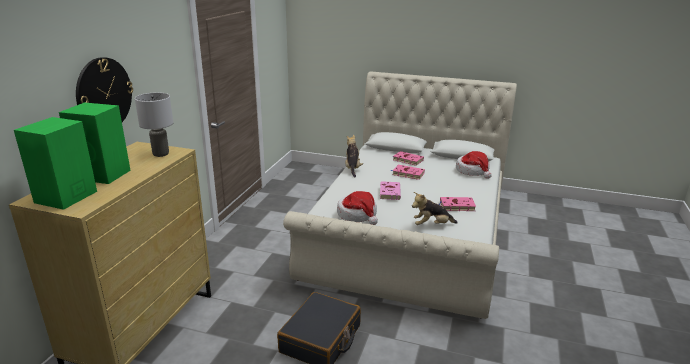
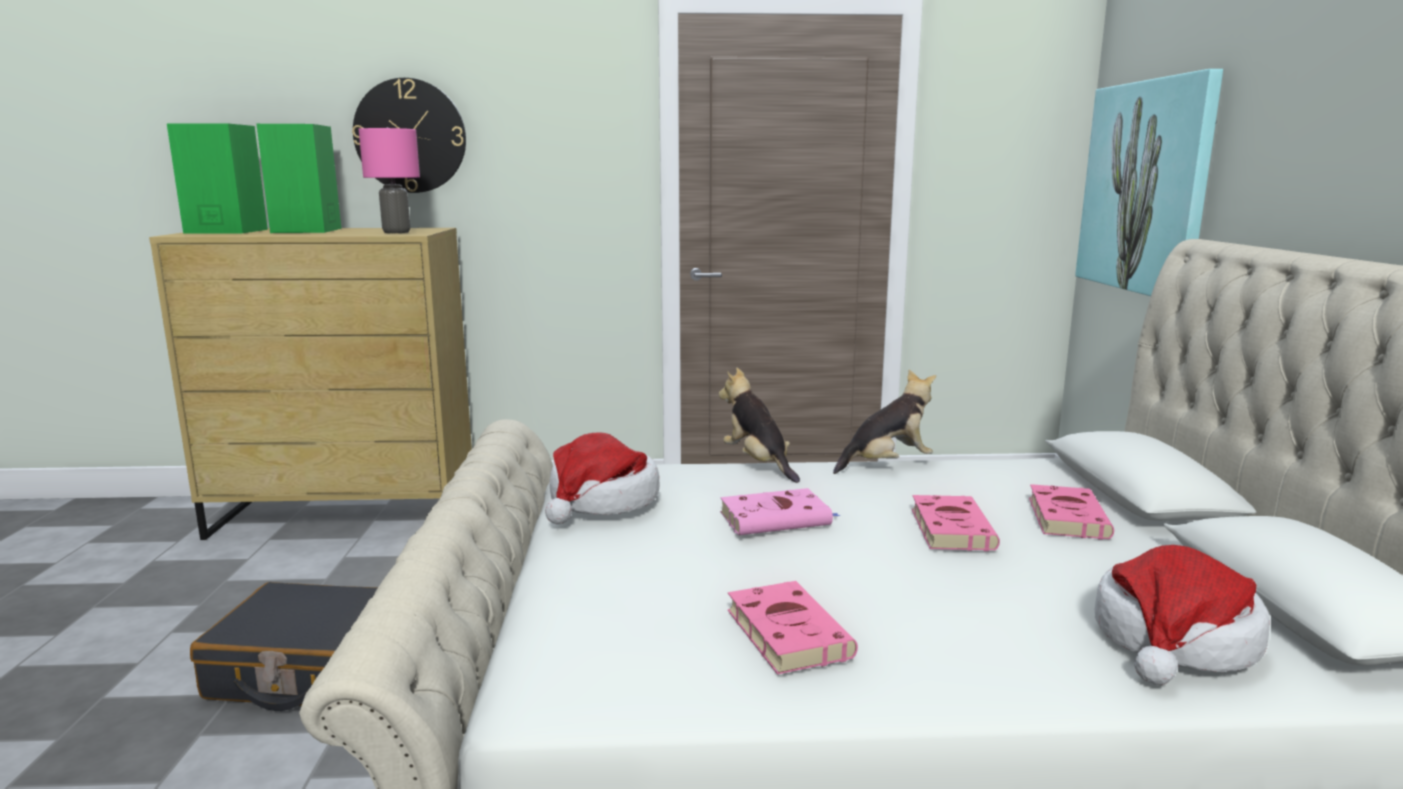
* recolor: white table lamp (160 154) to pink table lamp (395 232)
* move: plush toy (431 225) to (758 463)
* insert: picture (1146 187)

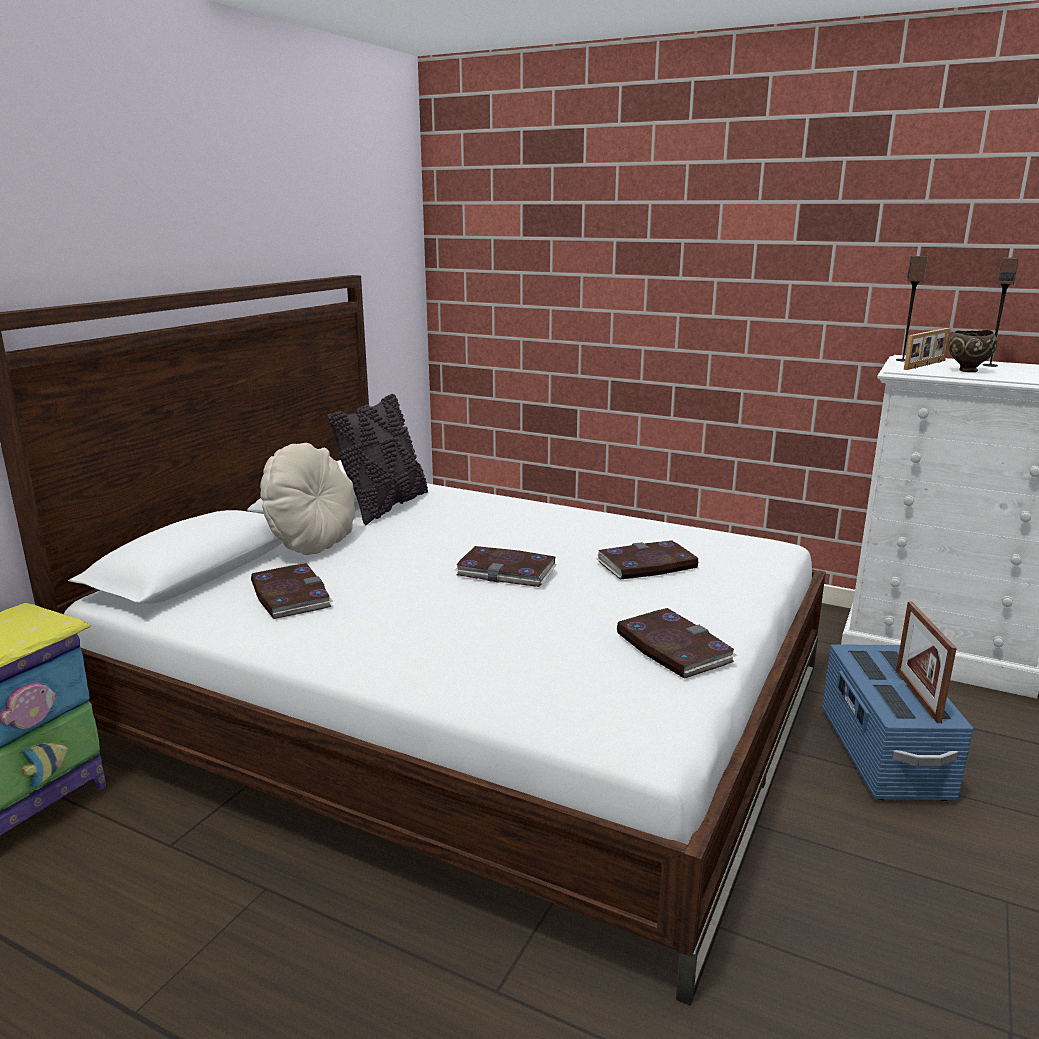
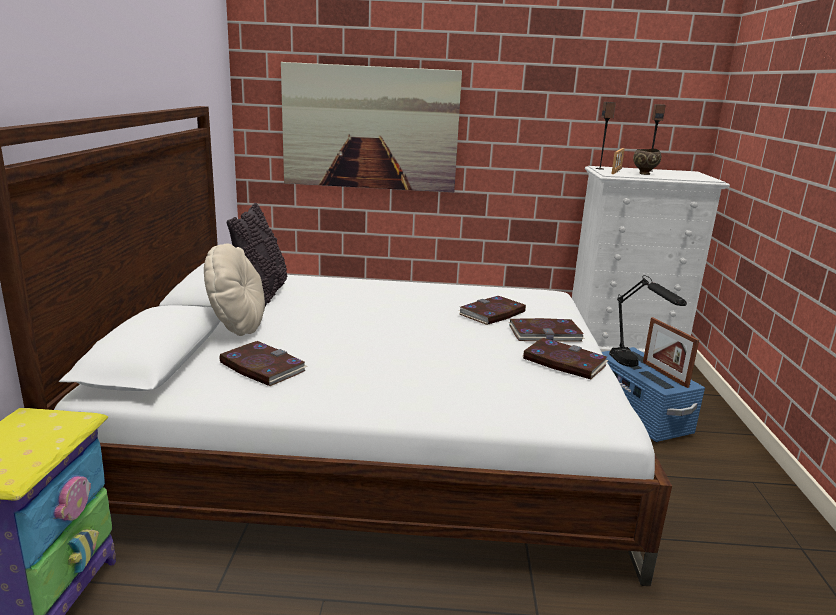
* insert: picture (370 128)
* move: book (506 571) to (545 333)
* insert: black table lamp (635 369)

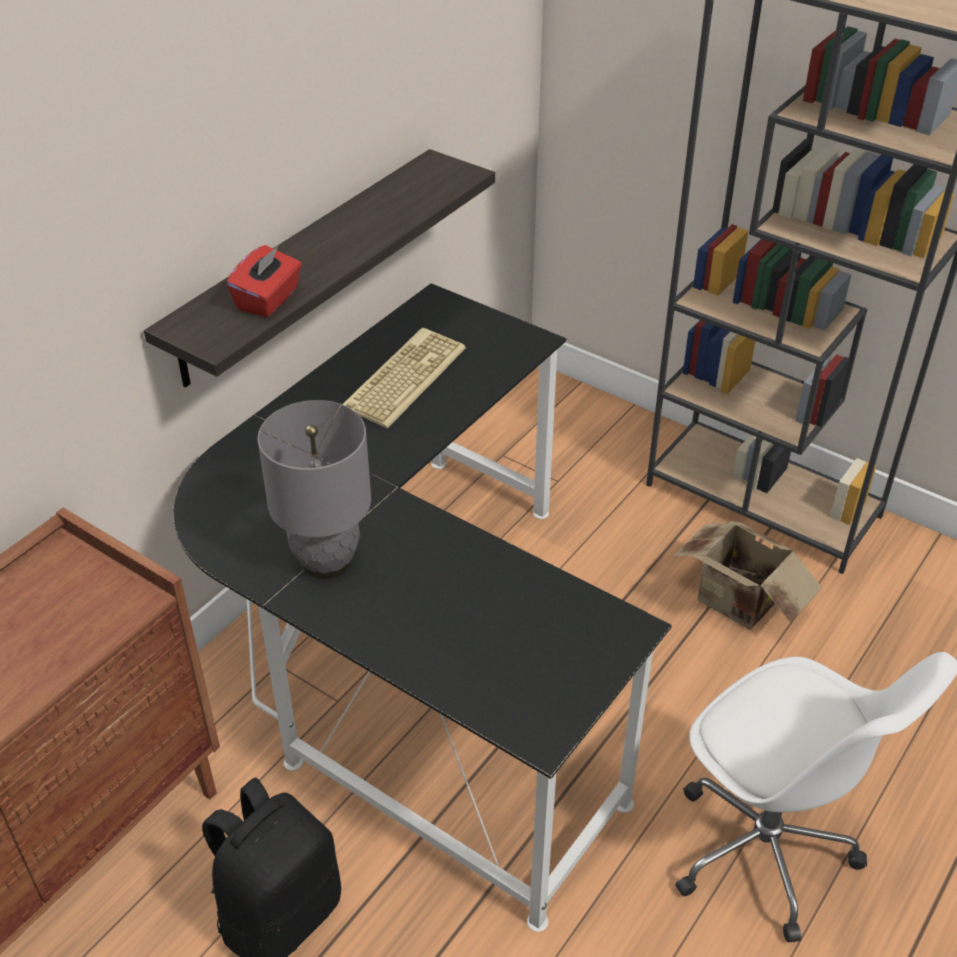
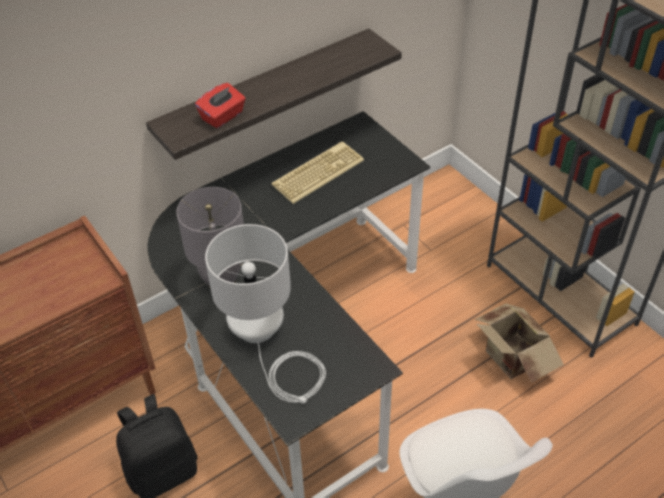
* insert: white table lamp (271 347)

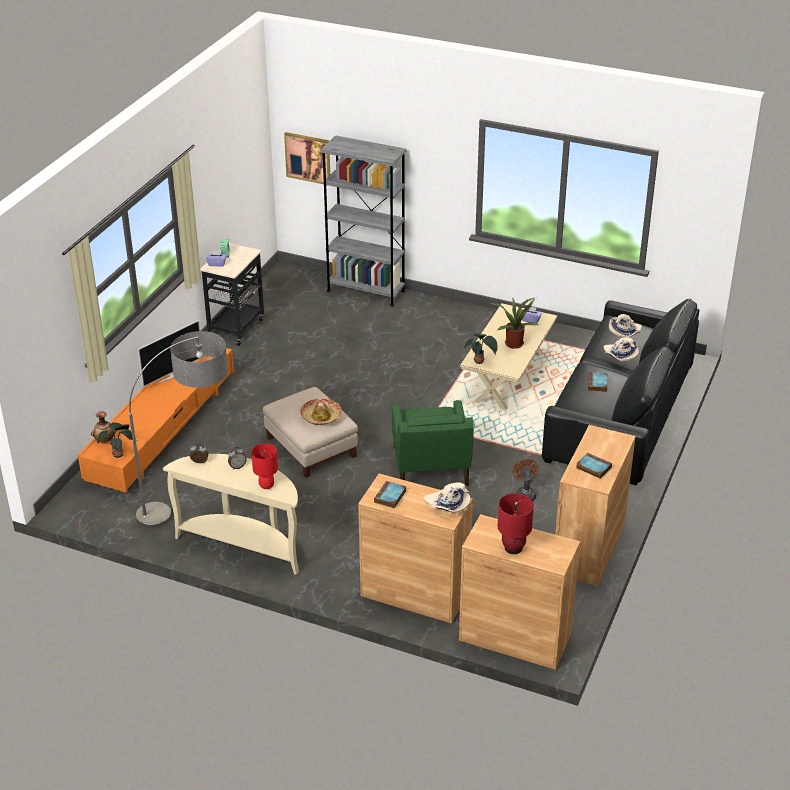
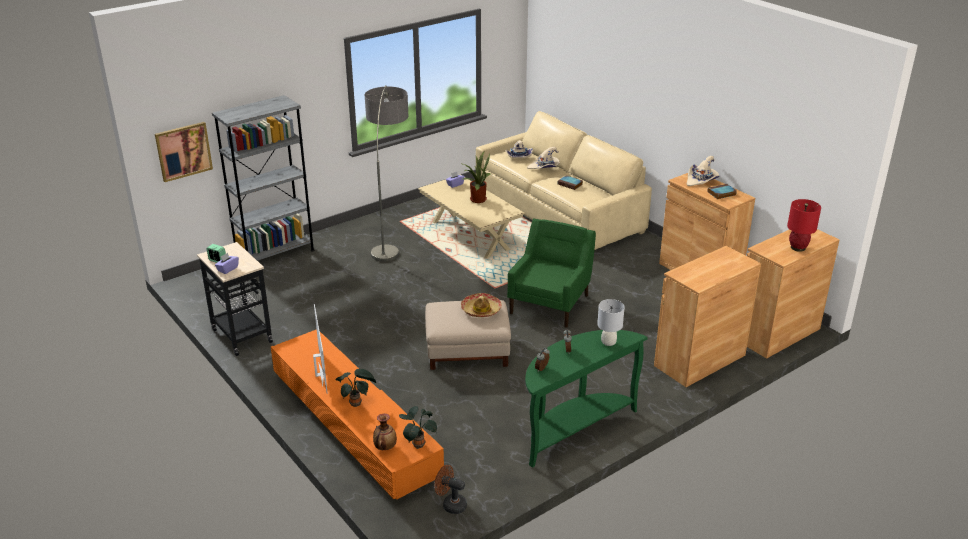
* move: potted plant (480 362) to (357 403)
* move: floor lamp (194 504) to (390 237)
* move: brown fan (525 493) to (451 504)
* recolor: black sofa (620 413) to beige sofa (558 211)
* rotate: green armchair (430 468) = (550 304) 90 degrees counterclockwise
* recolor: beige console table (243 545) to green console table (573 429)
* recolor: red table lamp (266 486) to grey table lamp (609 343)
* move: beige hat (448 505) to (701 180)
* delete: book (390 497)

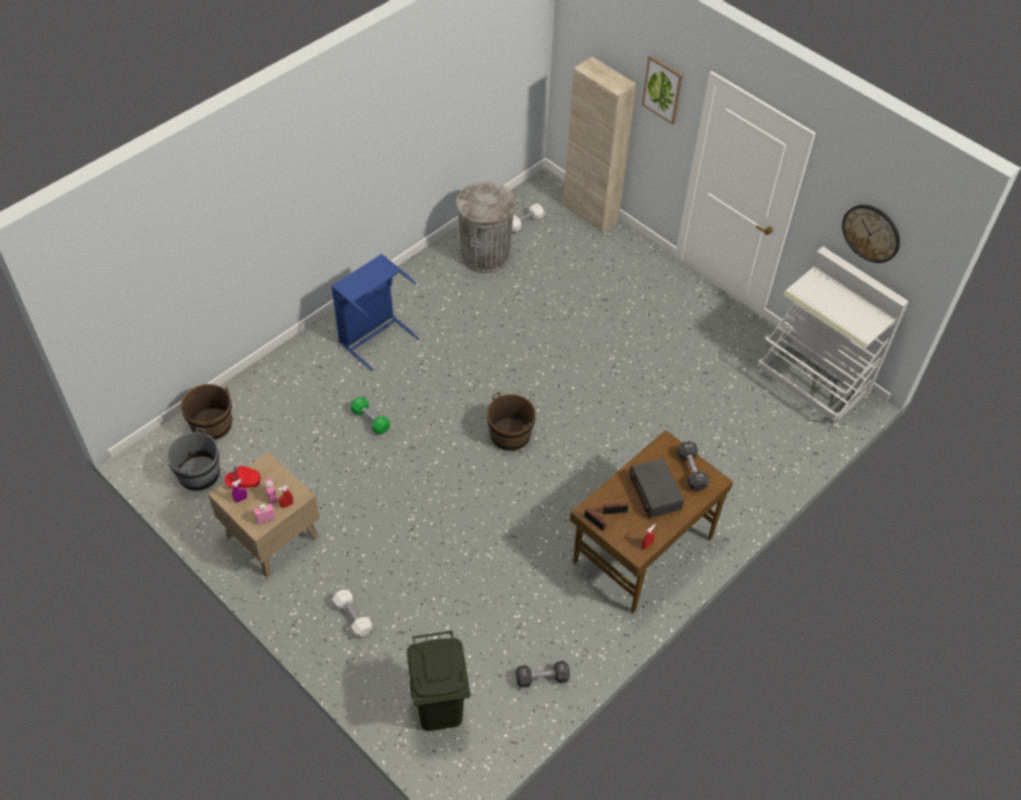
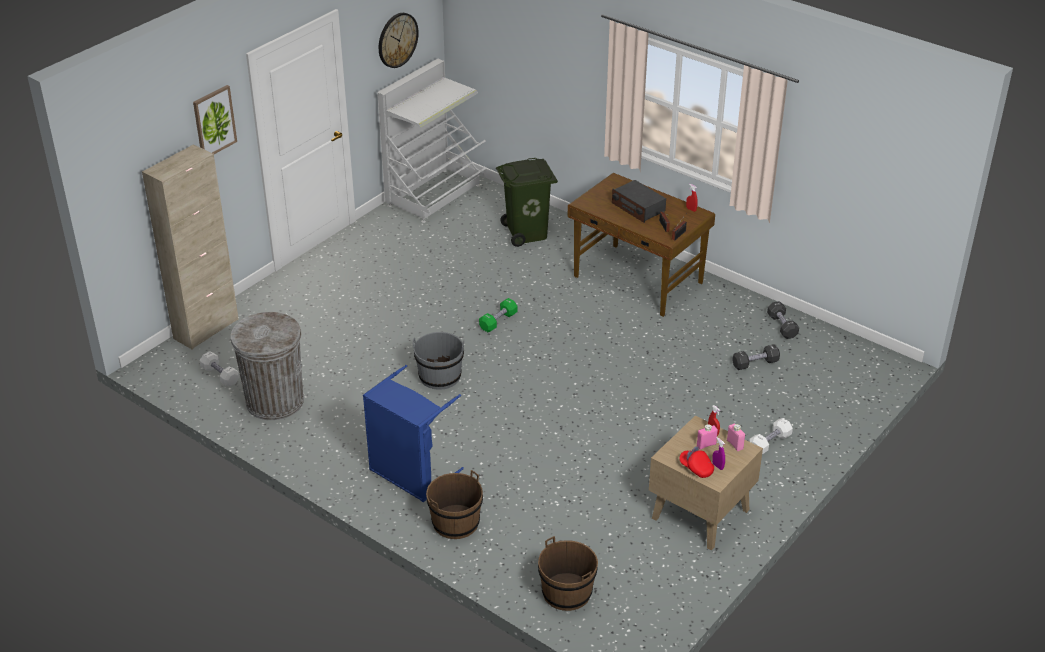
* move: grey bucket (199 474) to (440 376)
* move: brown bucket (510 435) to (456 523)
* move: green dumbbell (370 420) to (498 321)
* move: green trash can (438 707) to (527 233)
* rotate: radio (654 493) = (638 207) 75 degrees clockwise
* rotate: red cap (243 482) = (696 468) 150 degrees clockwise
* move: black dumbbell (691 471) to (755 363)

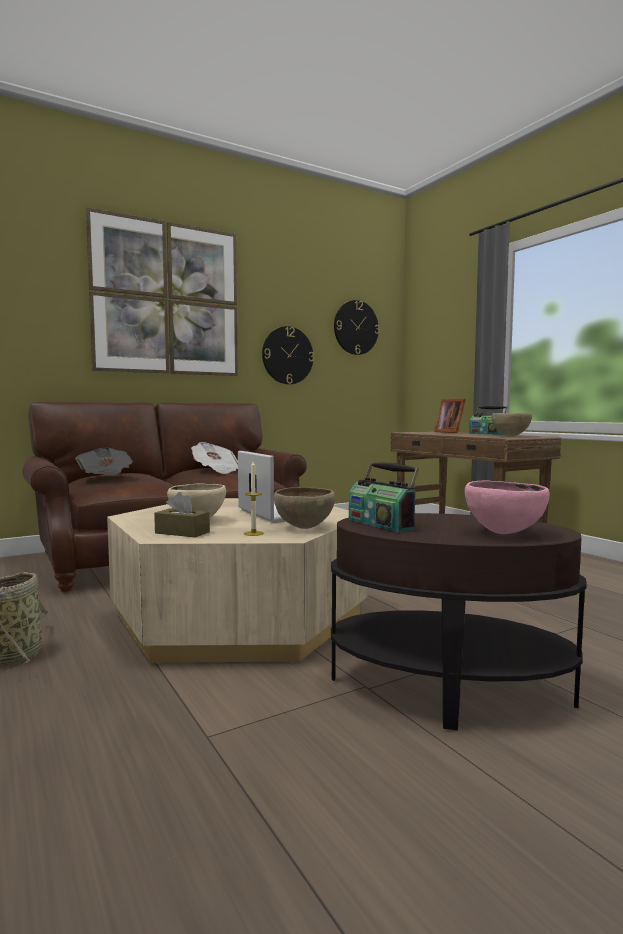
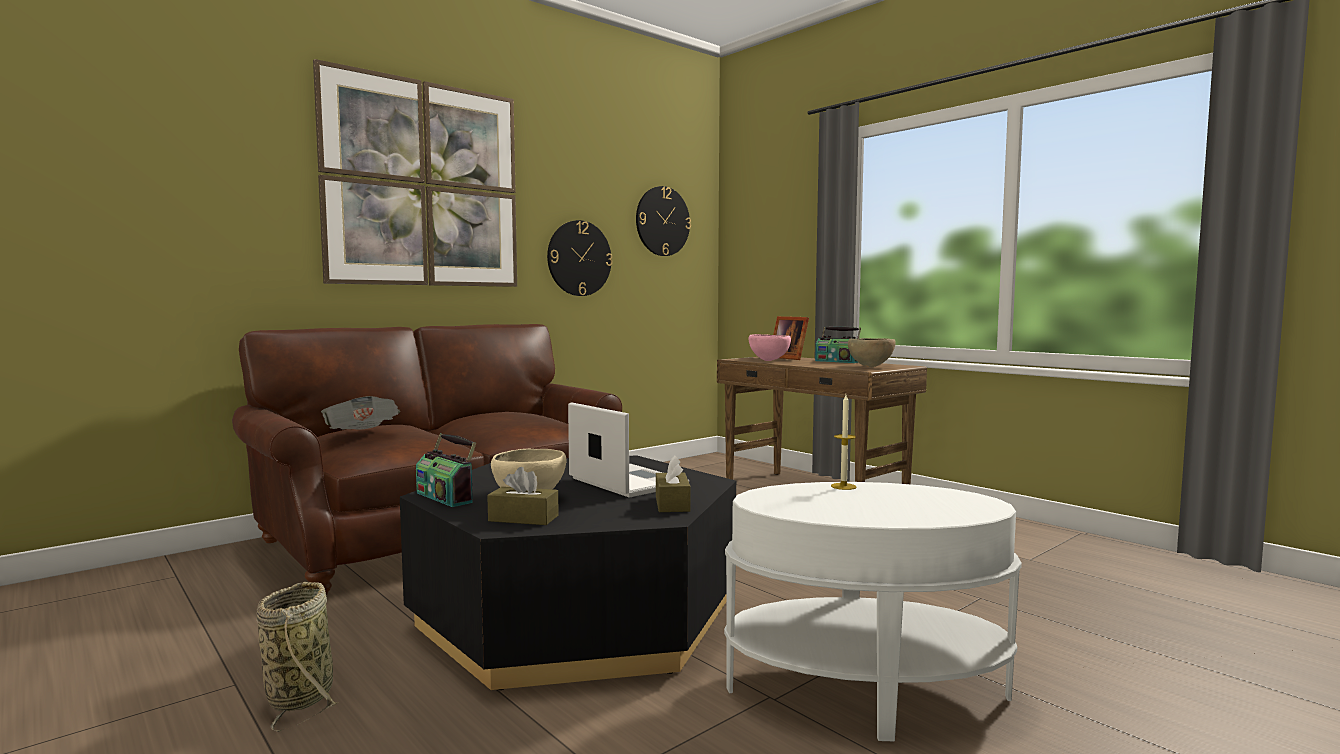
* recolor: beige coffee table (240 615) to black coffee table (577 614)
* move: radio (381 524) to (446 497)
* replace: brown bowl (304 528) to brown tissue box (672 504)
* recolor: brown side table (448 689) to white side table (865 691)
* move: pink bowl (504 533) to (769 361)
* move: candle (253 533) to (843 486)
* delete: newspaper (216 471)

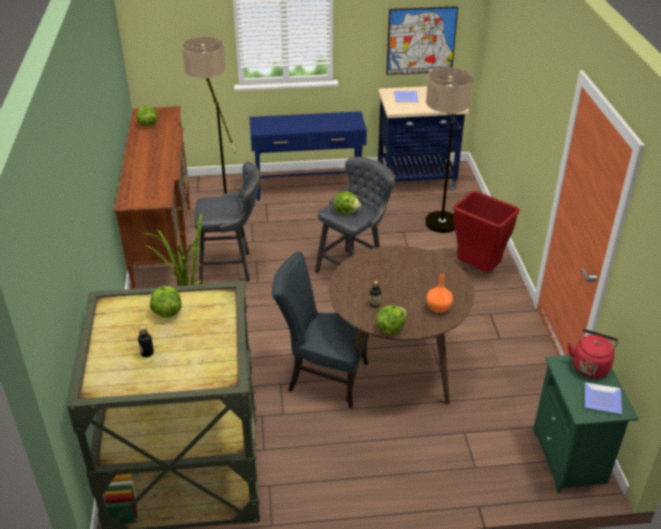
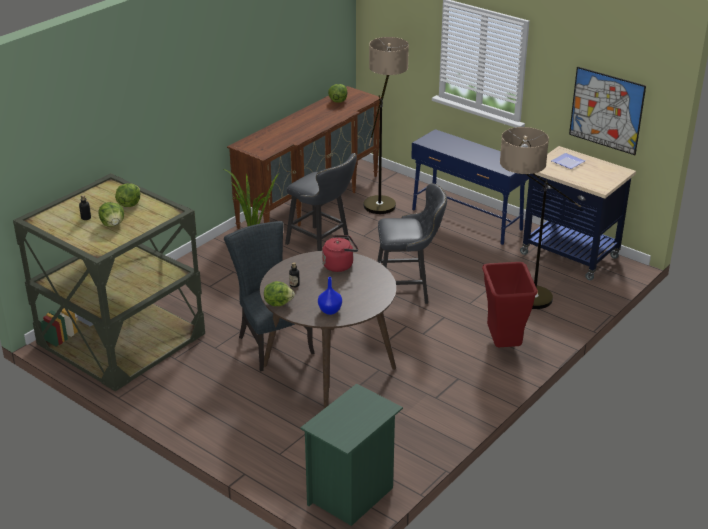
* move: lettuce (346 211) to (113 224)
* recolor: orange vase (439 308) to blue vase (330 311)
* move: red kettle (590 366) to (339 265)
* delete: plate (603 399)

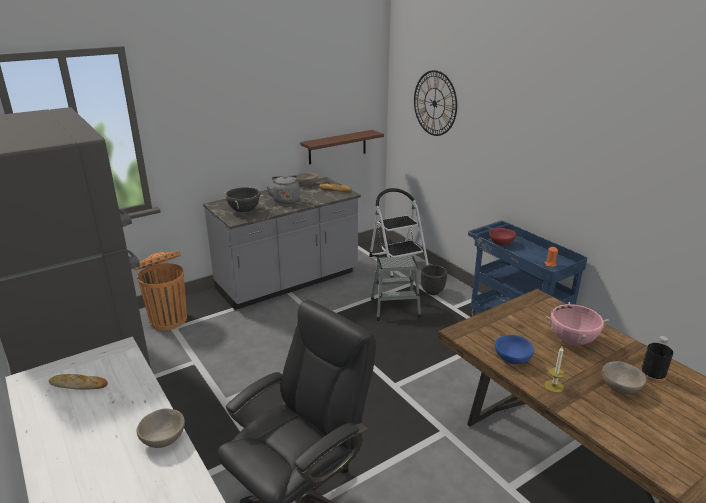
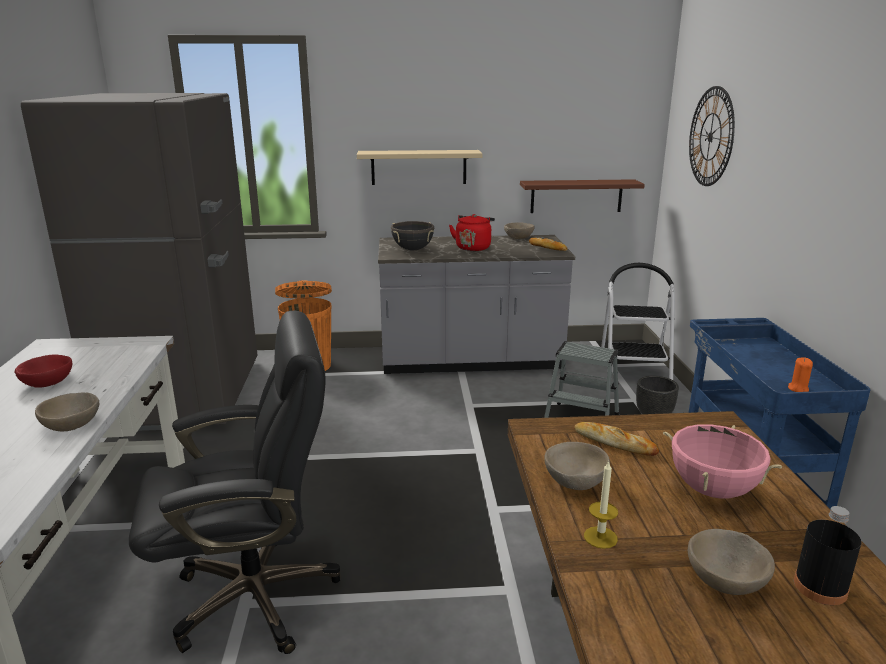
* move: red bowl (501 243) to (48 383)
* insert: beige shelf (419 167)
* recolor: grey kettle (286 200) to red kettle (473 247)
* recolor: blue bowl (511 359) to beige bowl (574 482)
* move: bread (79 385) to (614 443)

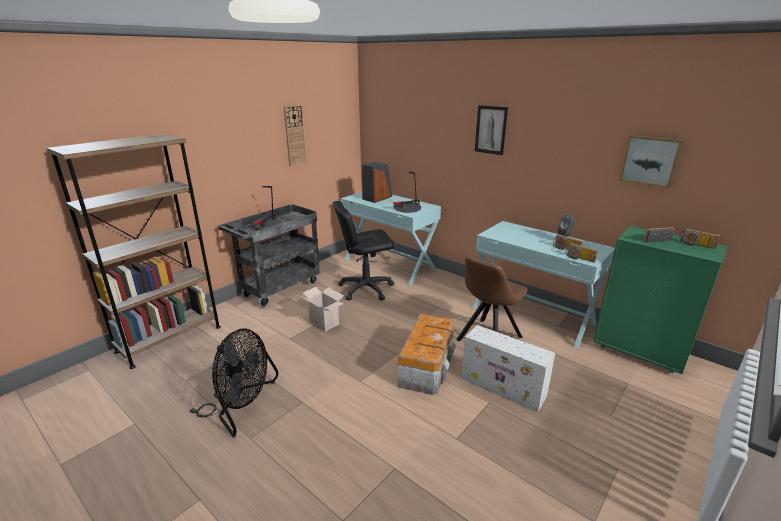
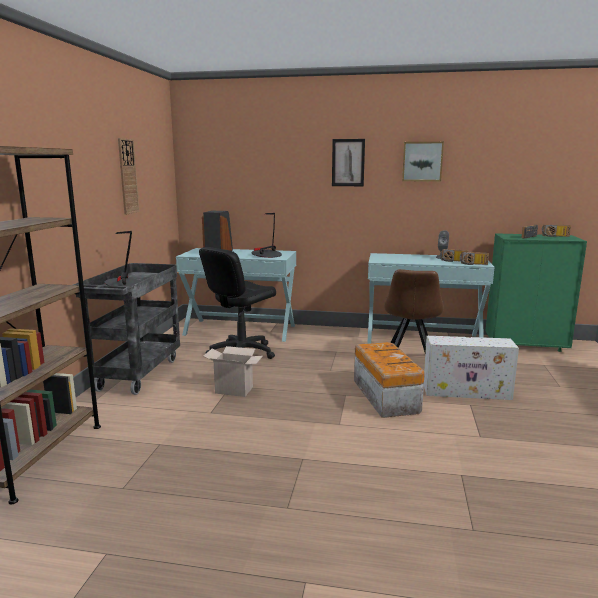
* move: picture (650 160) to (422 161)
* delete: black fan (239 406)

